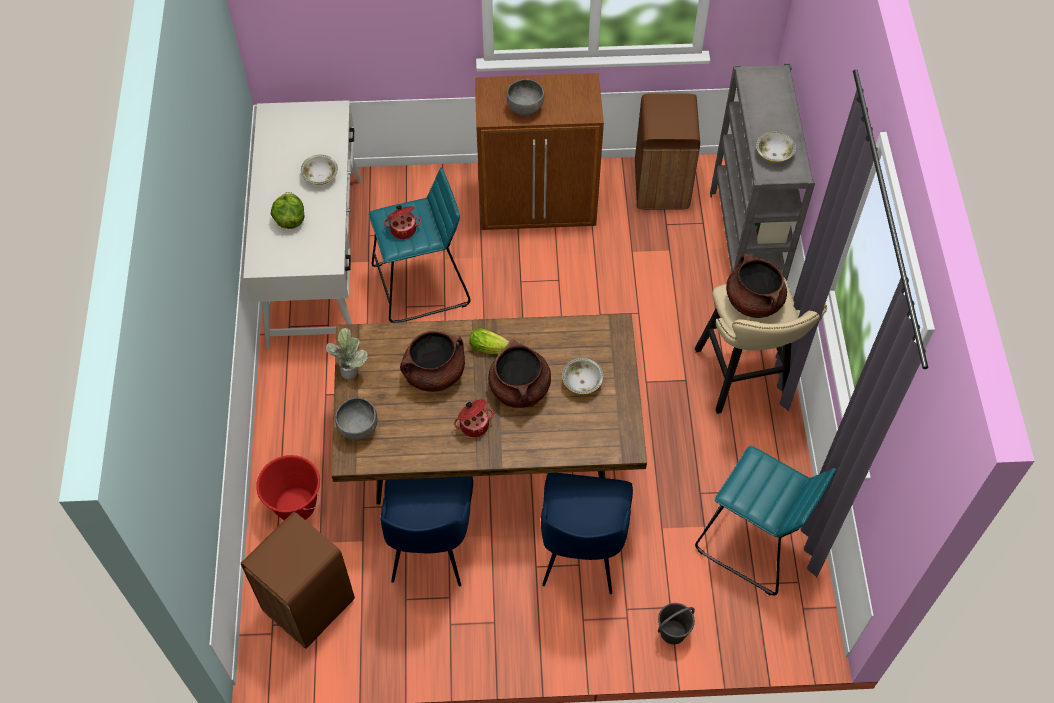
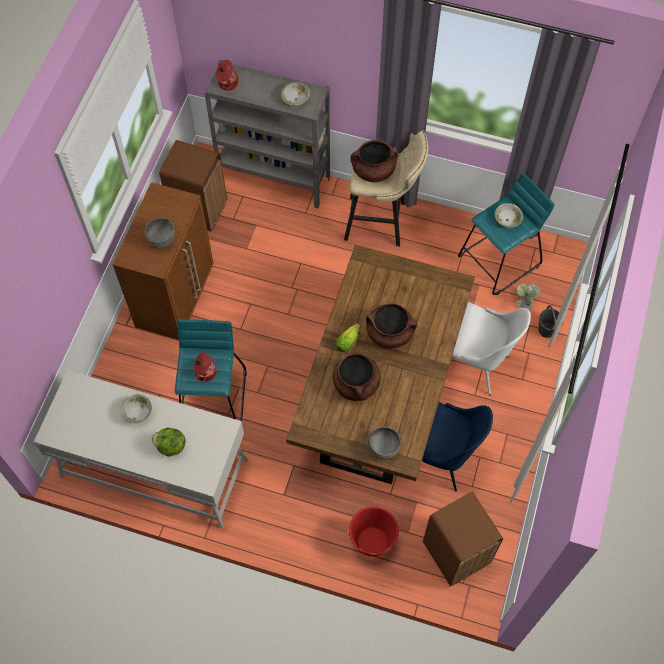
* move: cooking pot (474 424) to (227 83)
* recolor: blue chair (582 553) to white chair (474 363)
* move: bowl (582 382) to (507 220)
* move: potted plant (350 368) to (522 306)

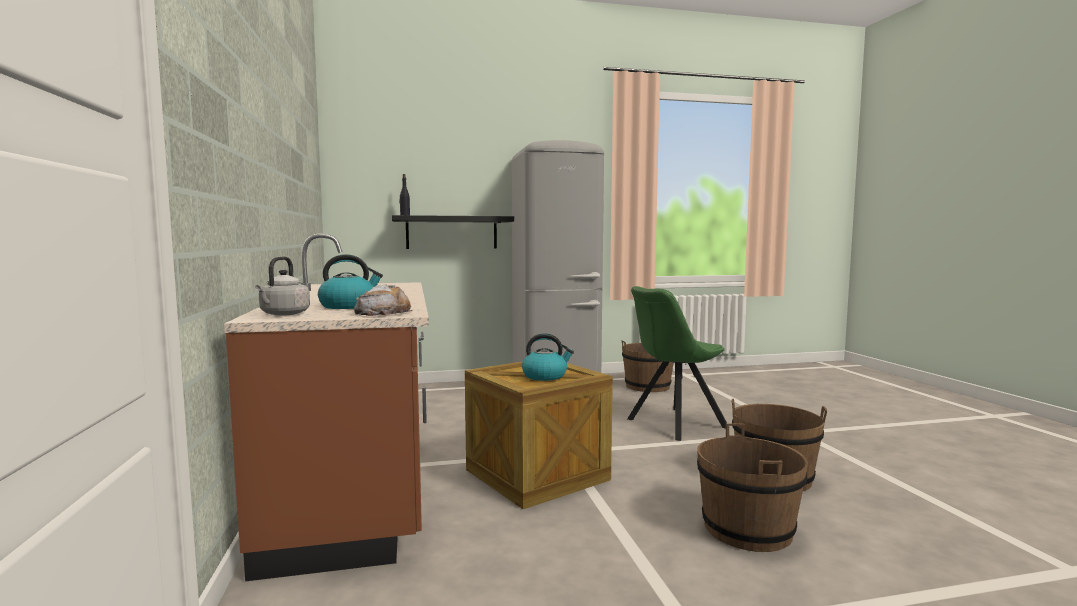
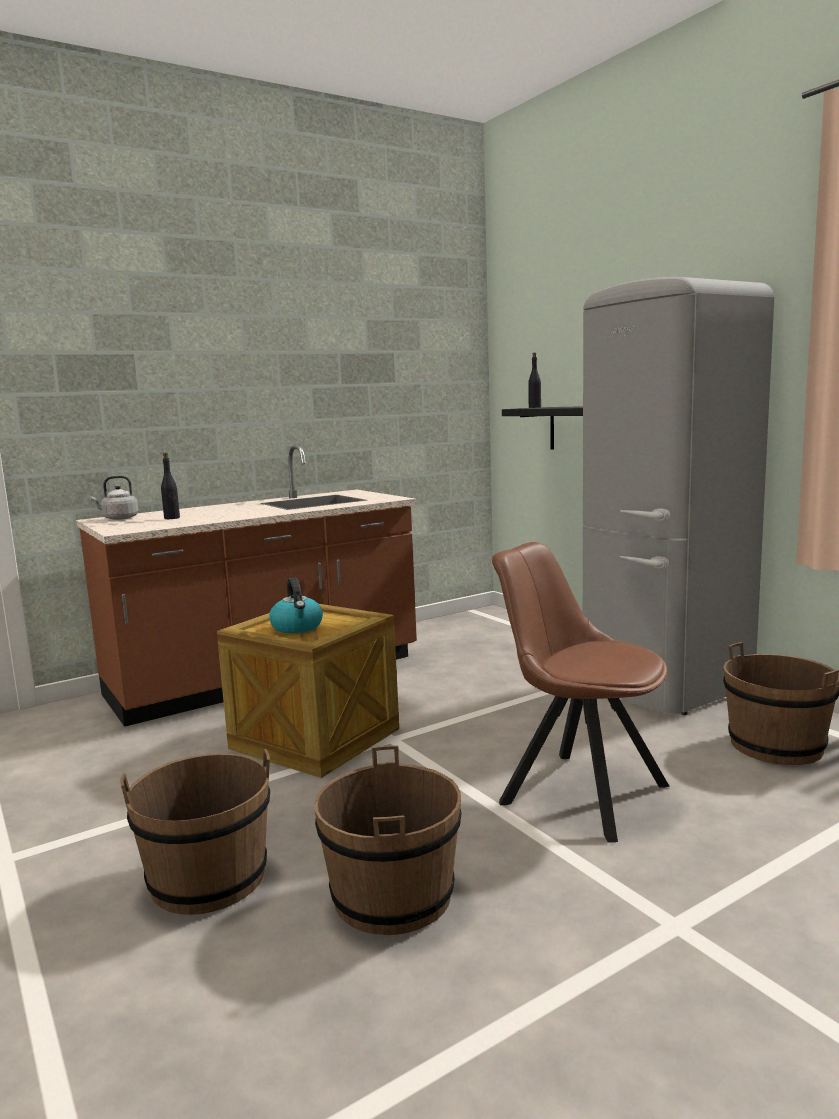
* replace: kettle (348 306) to black bottle (172 518)
* recolor: green chair (674 424) to brown chair (580 792)
* delete: bread (383 312)

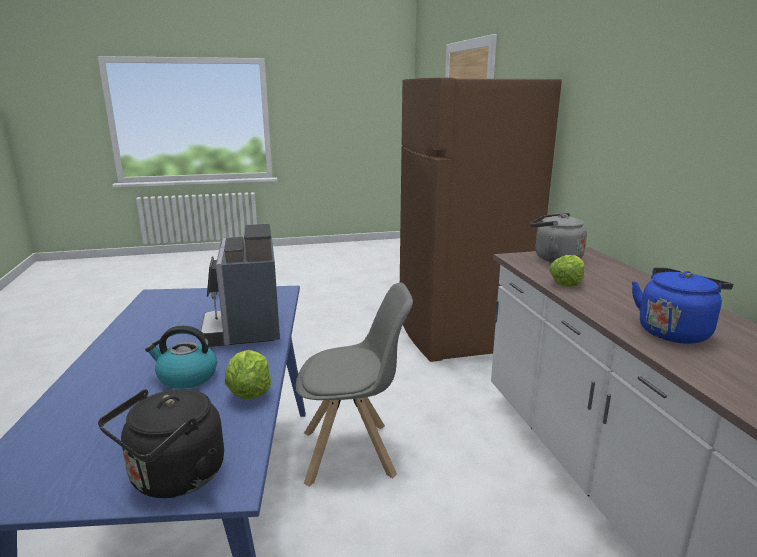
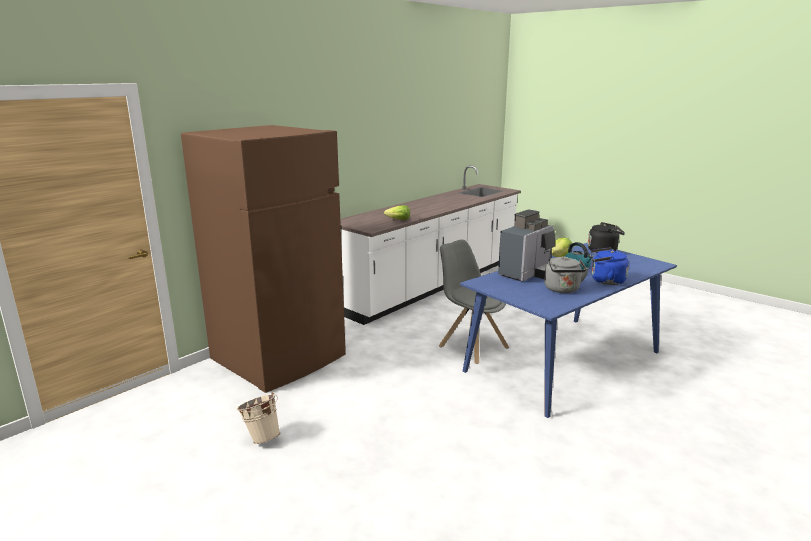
* insert: beige bucket (262 437)
* move: grey kettle (554 258) to (562 290)
* move: blue kettle (674 331) to (605 281)

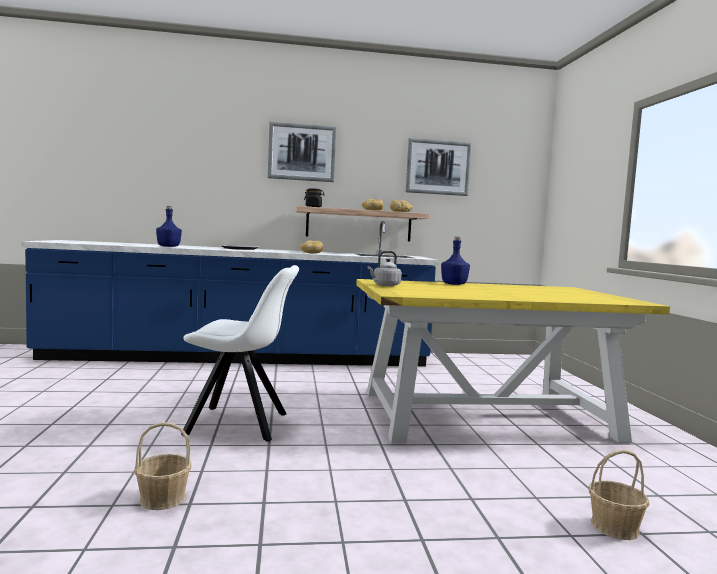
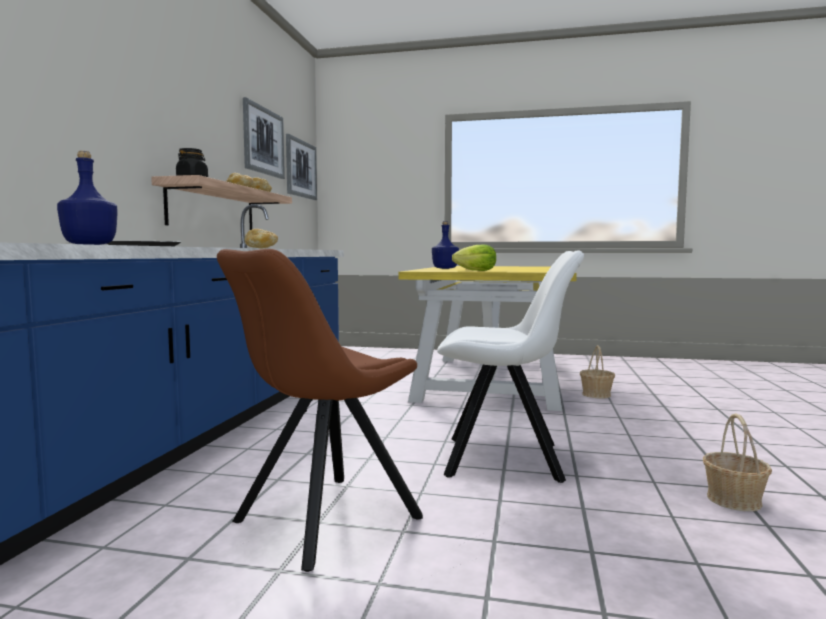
* insert: brown chair (325 519)
* move: picture (302 152) to (301 169)
* rotate: white chair (238 424) = (504 459) 75 degrees clockwise
* replace: grey kettle (385 285) to lettuce (476 271)
* move: basket (615 527) to (596 394)

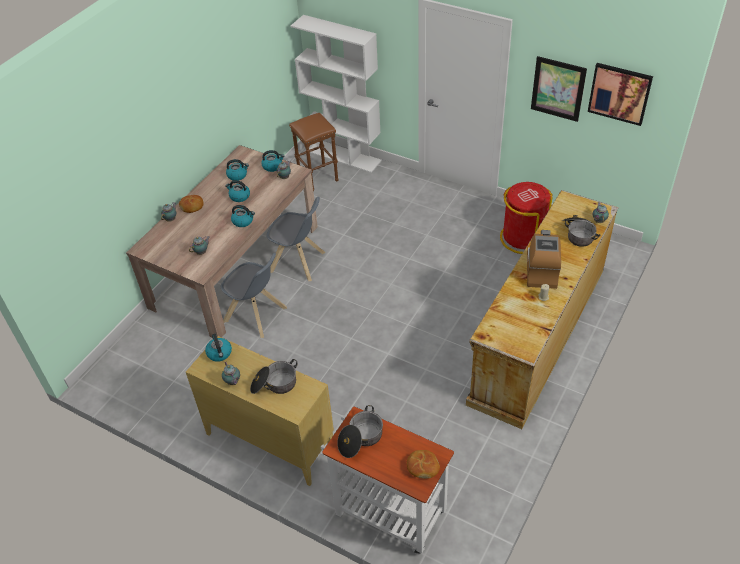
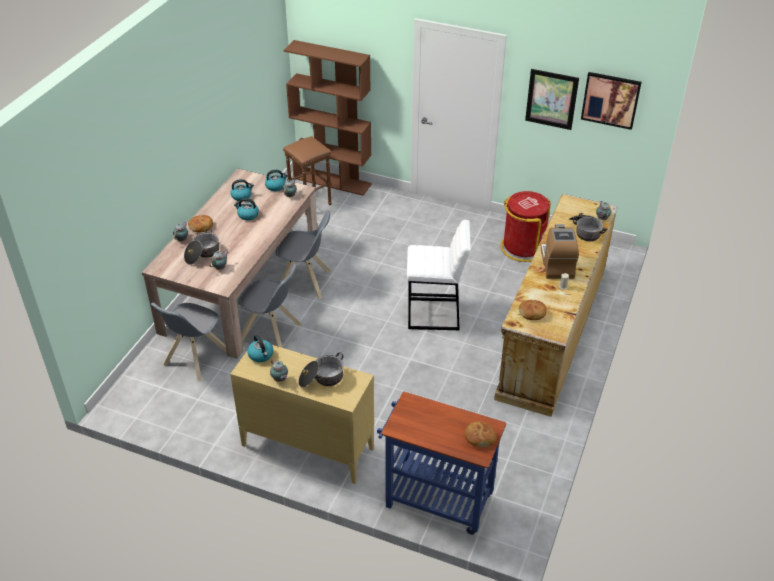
* insert: grey chair (195 358)
* move: cooking pot (360 439) to (202 254)
* recolor: white bookcase (344 156) to brown bookcase (333 181)
* recolor: white cart (388 513) to blue cart (437 501)
* insert: white stool (435 314)
* insert: bread (532 313)
* delete: kettle (243 221)

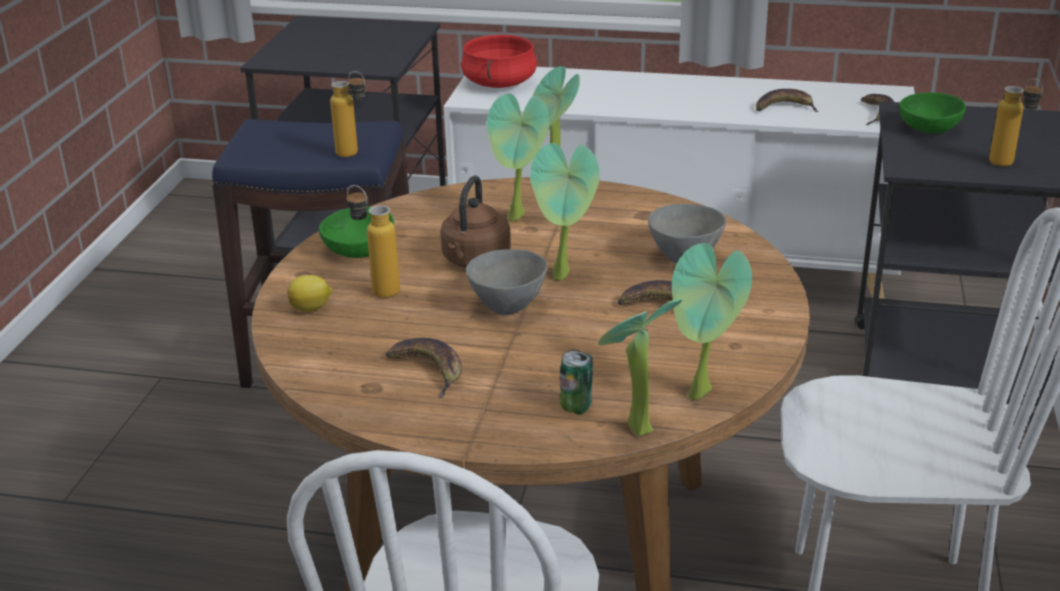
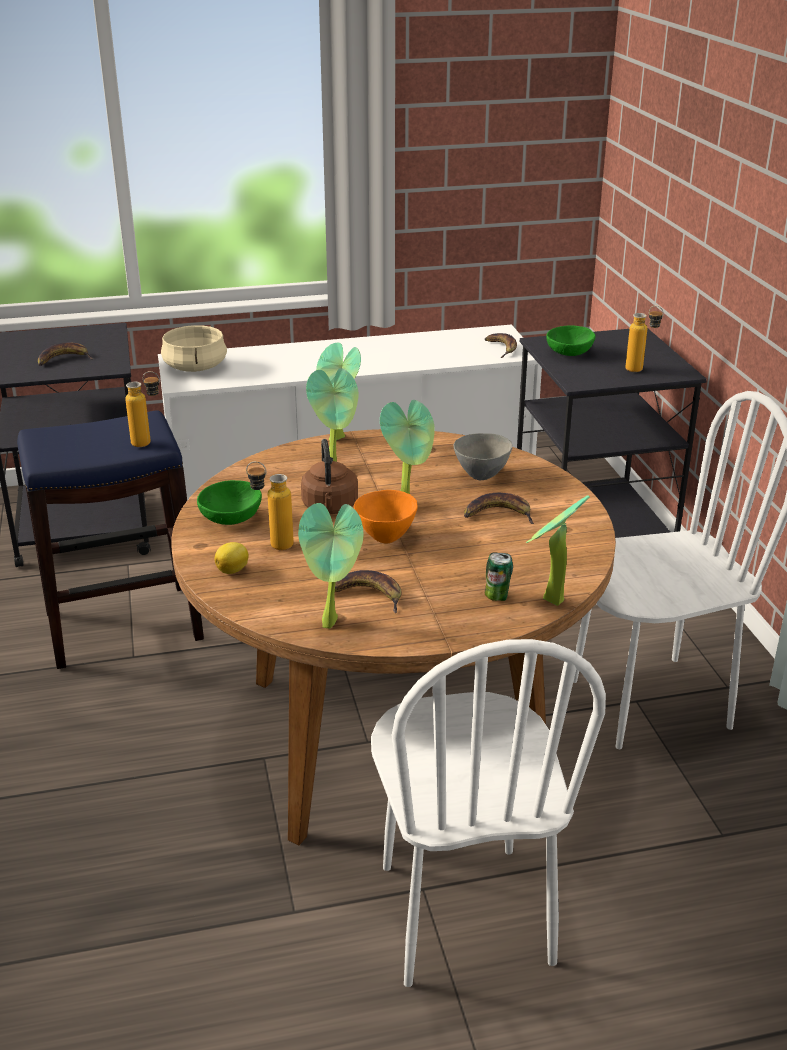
* move: banana (784 107) to (64 359)
* recolor: red cooking pot (500 83) to beige cooking pot (196 367)
* move: potted plant (702 396) to (333 624)
* recolor: grey bowl (507 307) to orange bowl (385 536)

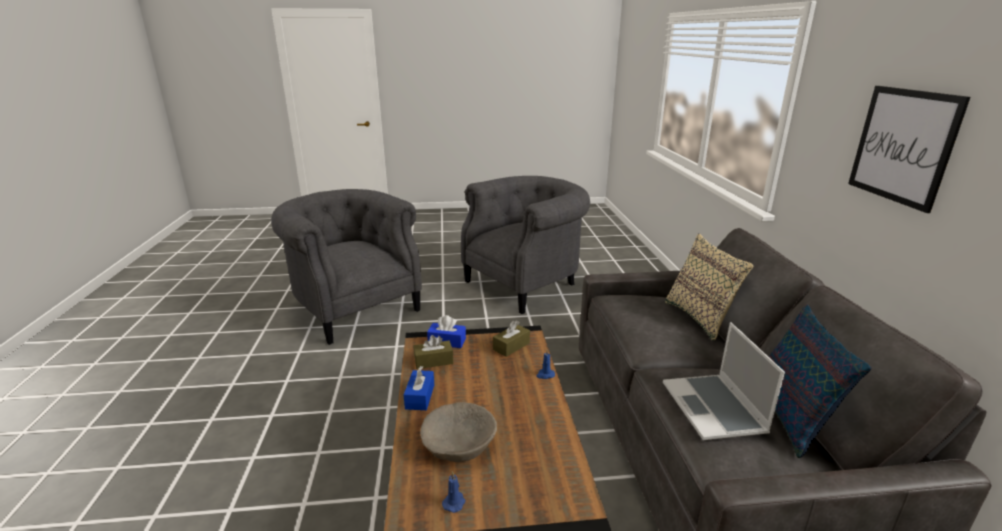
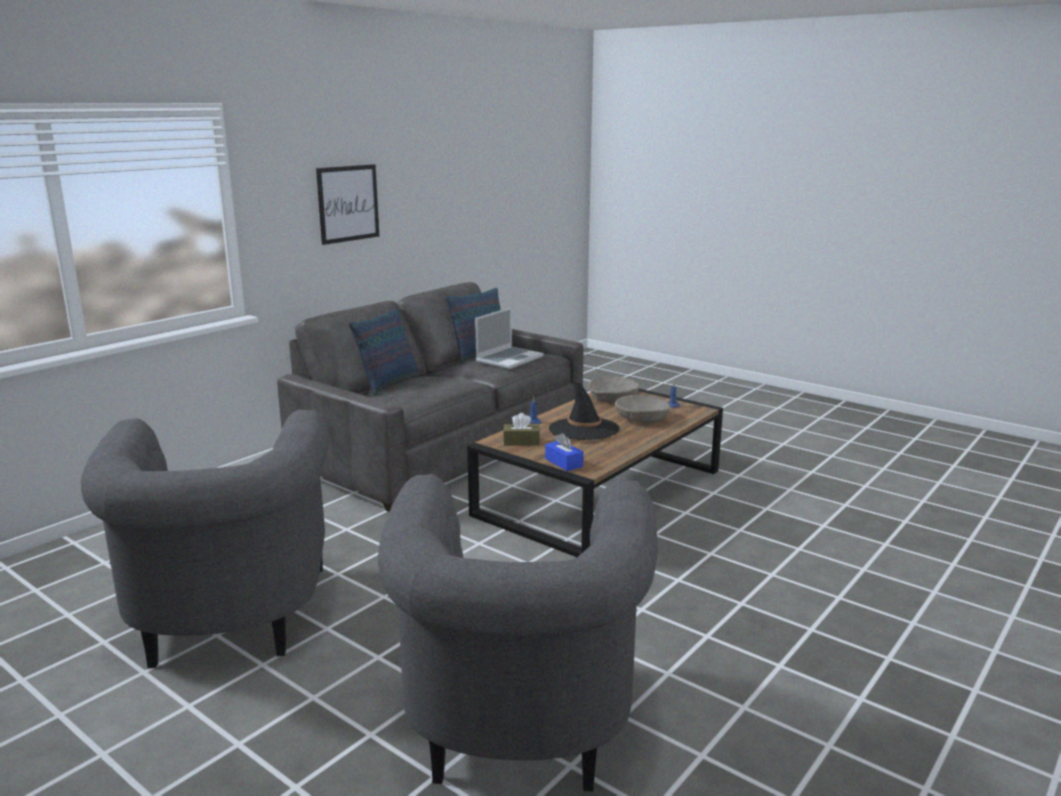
* rotate: grey armchair (526 284) = (229 618) 105 degrees counterclockwise
* recolor: beige pillow (698 319) to blue pillow (388 384)
* insert: black hat (583 429)
* insert: beige bowl (613 399)
* delete: blue tissue box (420 397)
* delete: brown tissue box (433 361)

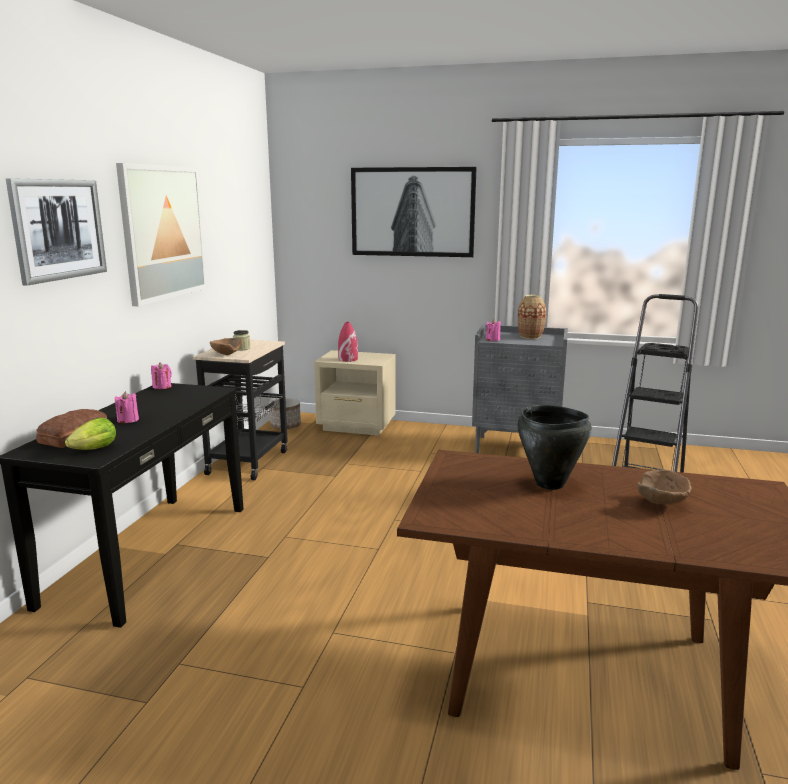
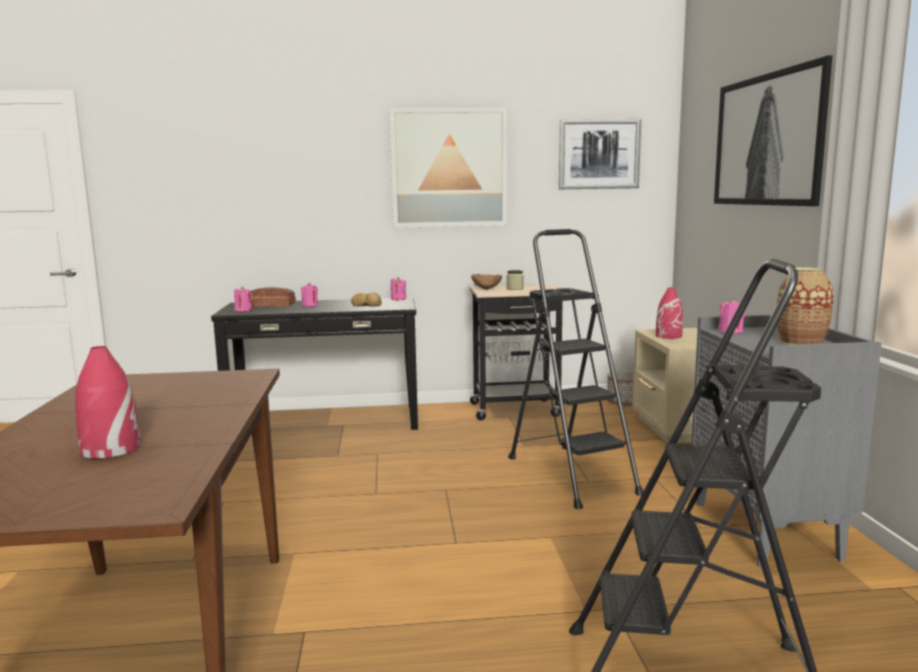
* replace: brown bowl (661 504) to red vase (110 449)
* replace: lettuce (92 450) to pink candle (243 310)
* insert: bread (366 305)
* insert: step ladder (570 473)
* move: picture (59 229) to (599 154)
* delete: black cooking pot (550 484)

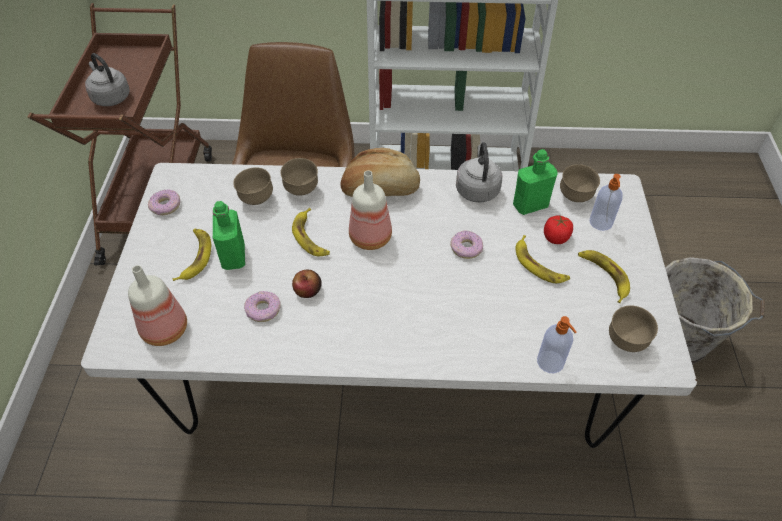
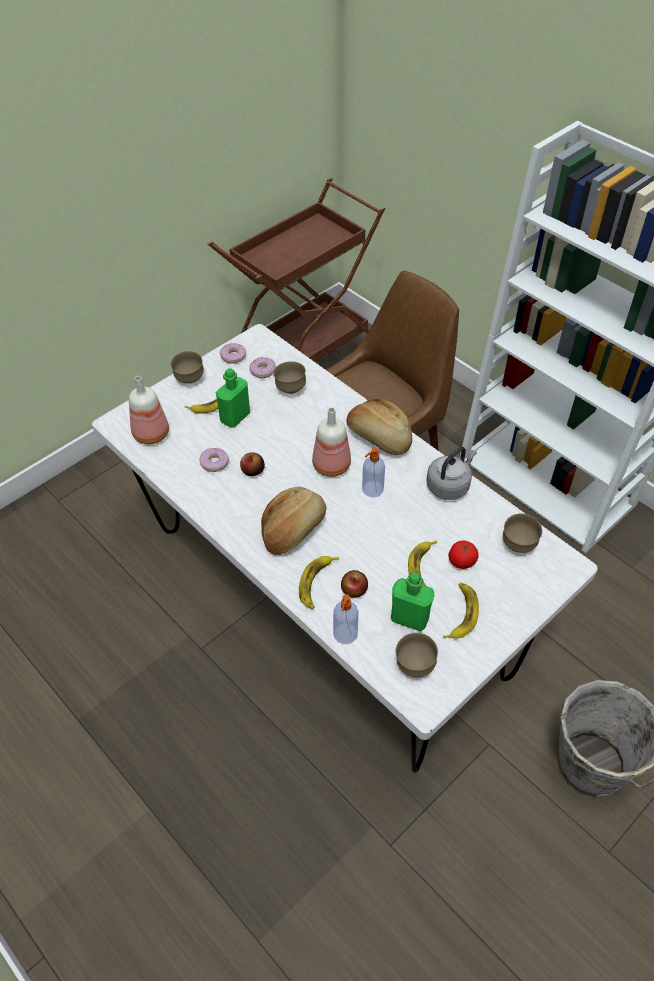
* move: brown bowl (301 191) to (189 380)
* move: donut (466 248) to (262 371)
* insert: bread (293 529)
* move: banana (311 237) to (316 583)
* insert: apple (354 589)
* move: soap dispenser (601 223) to (372 490)
* move: green bottle (530 205) to (409 618)
* delete: grey kettle (110 97)

